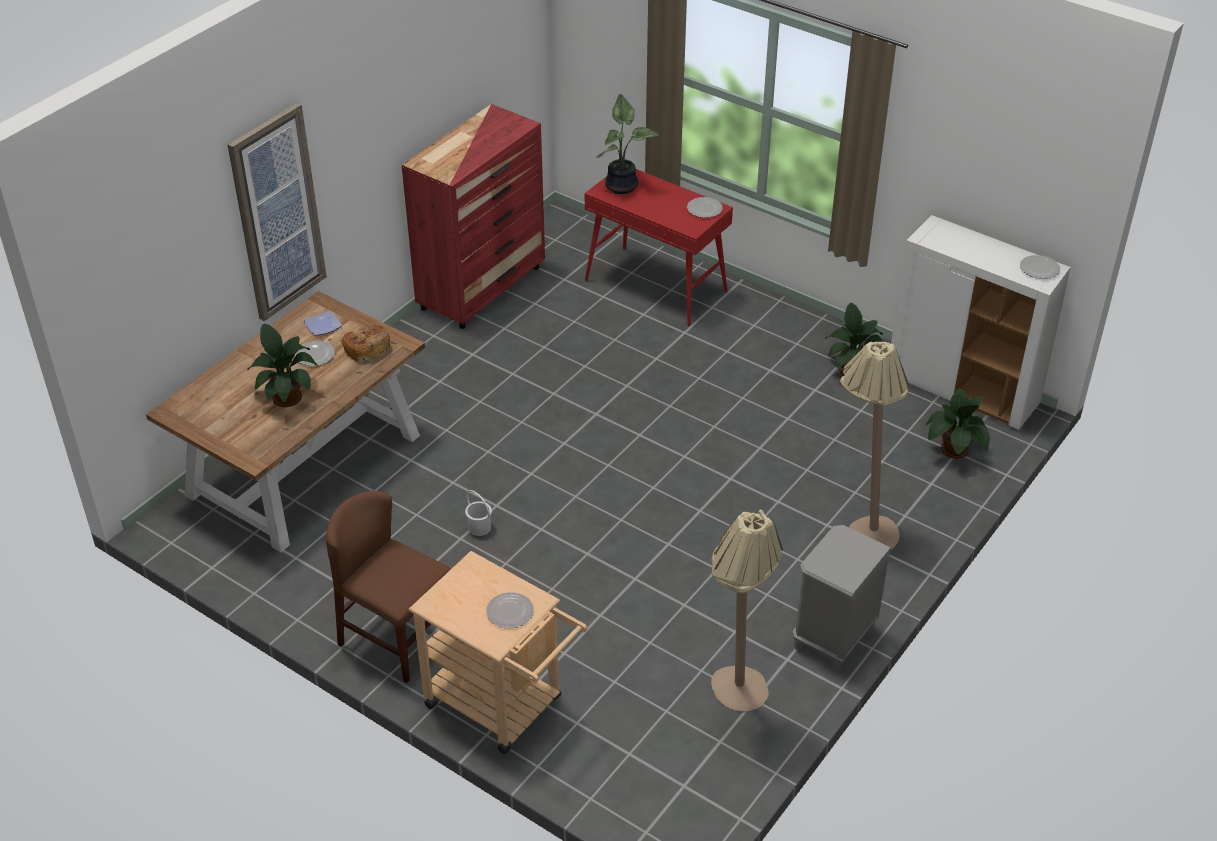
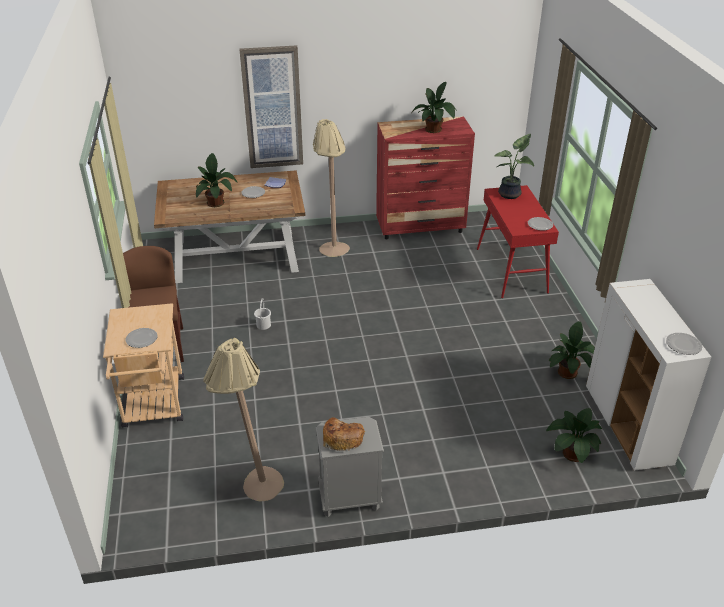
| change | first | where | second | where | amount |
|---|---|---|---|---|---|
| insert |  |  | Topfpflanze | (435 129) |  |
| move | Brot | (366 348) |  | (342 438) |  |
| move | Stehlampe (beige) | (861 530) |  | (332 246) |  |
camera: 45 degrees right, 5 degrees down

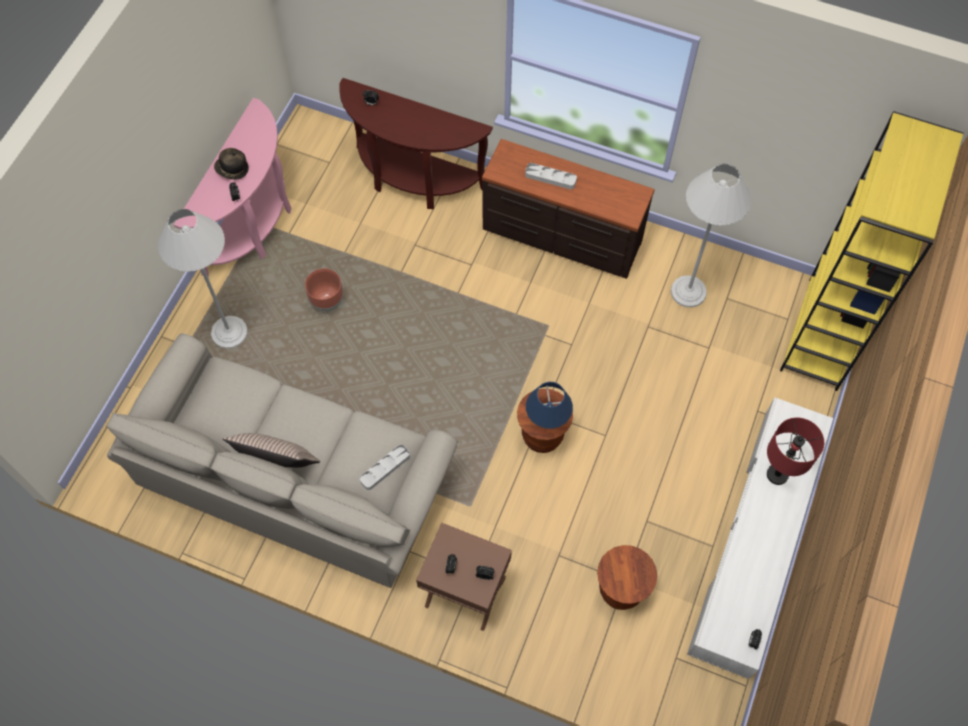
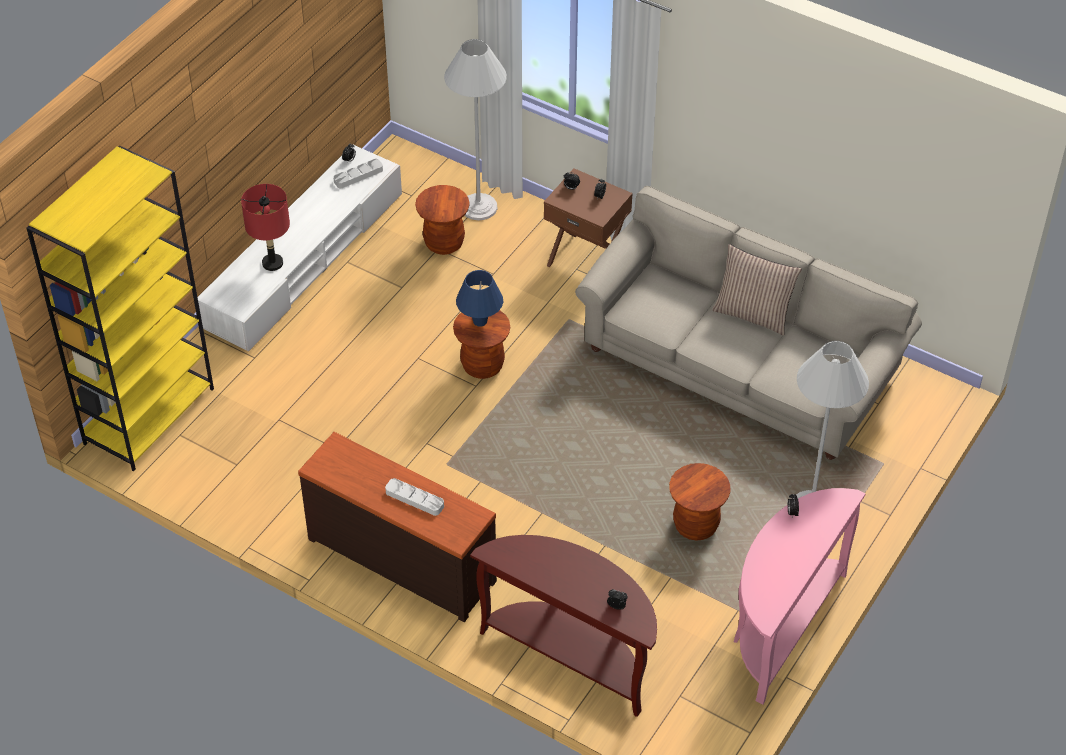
| change | first | where | second | where | amount |
|---|---|---|---|---|---|
| delete | Hut | (232 170) |  |  |  |
| move | Tablett (grau) | (385 468) |  | (358 176) |  |
| move | Stehlampe (weiß) | (688 291) |  | (479 207) |  |
| replace | Pflanzkübel (braun) | (327 301) | Hocker (braun) | (695 525) |  |
camera: 170 degrees left, 15 degrees down

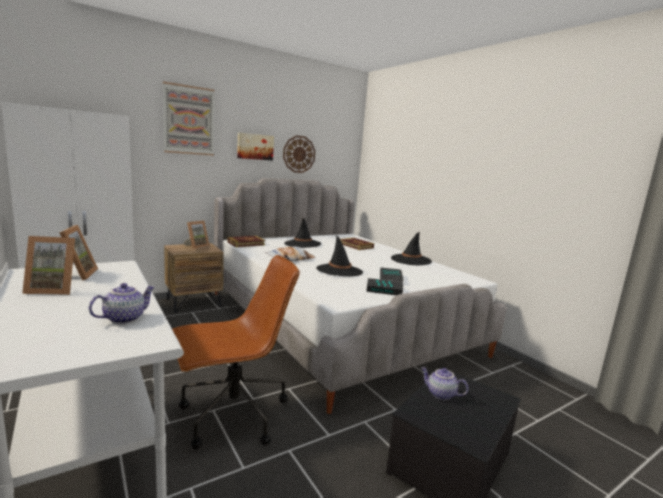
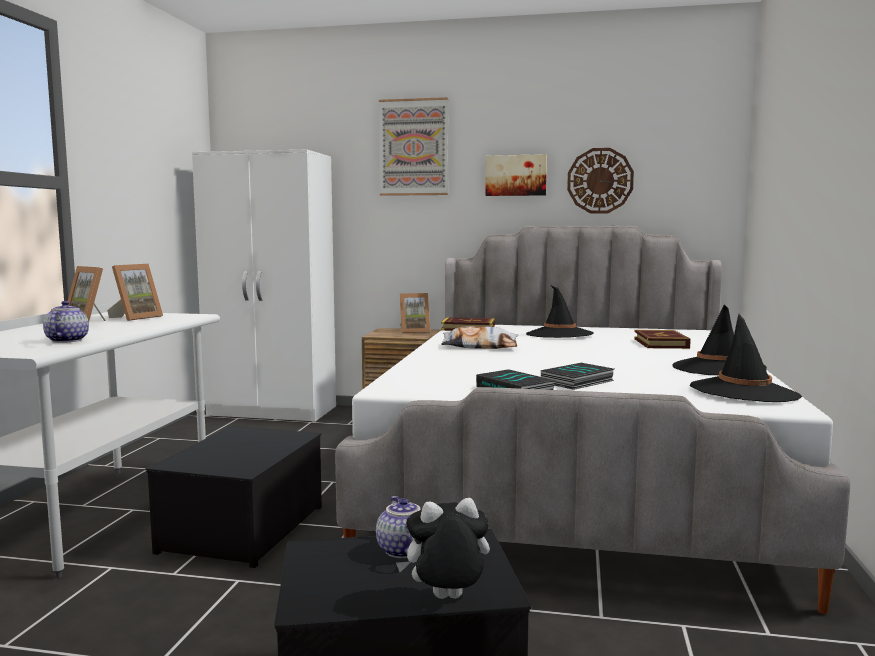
| change | first | where | second | where | amount |
|---|---|---|---|---|---|
| insert |  |  | Plüschtier | (446 600) |  |
| move | Hut (schwarz) | (339 270) |  | (744 392) |  |
| replace | Bürostuhl (braun) | (232 416) | Aufbewahrungsbox | (244 529) |  |
| rotate | Teekanne | (124 318) |  | (66 340) | 90 degrees counterclockwise |
camera: 45 degrees right, 5 degrees down

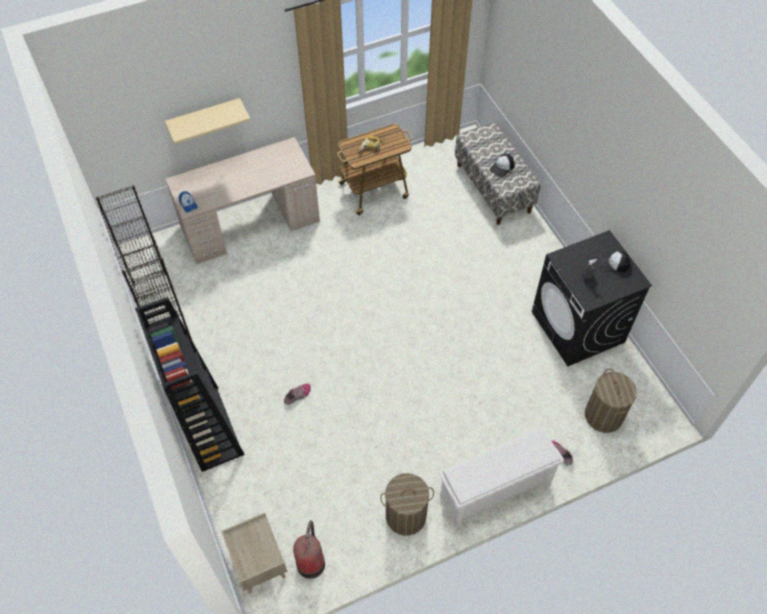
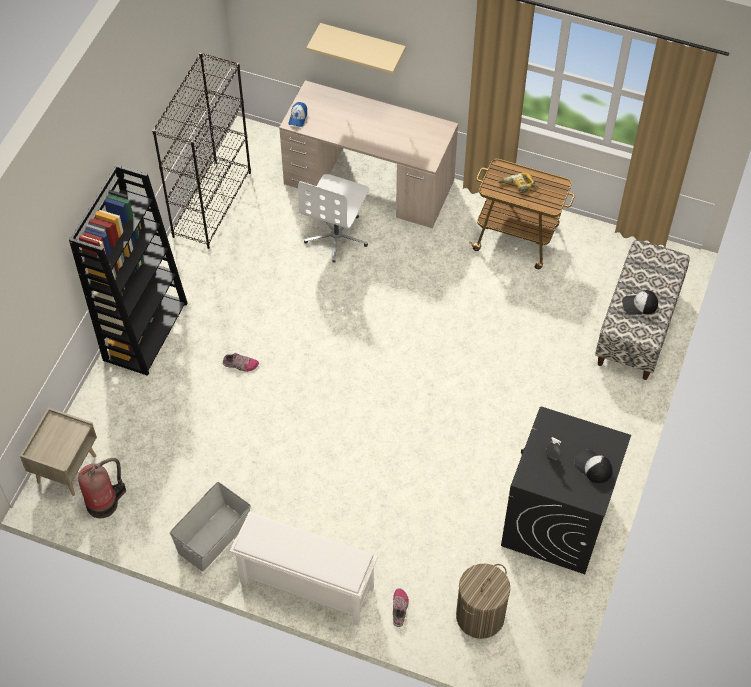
| change | first | where | second | where | amount |
|---|---|---|---|---|---|
| insert |  |  | Bürostuhl (weiß) | (337 236) |  |
| replace | Wäschekorb | (405 516) | Aufbewahrungsbox (grau) | (213 537) |  |
camera: 45 degrees right, 0 degrees up

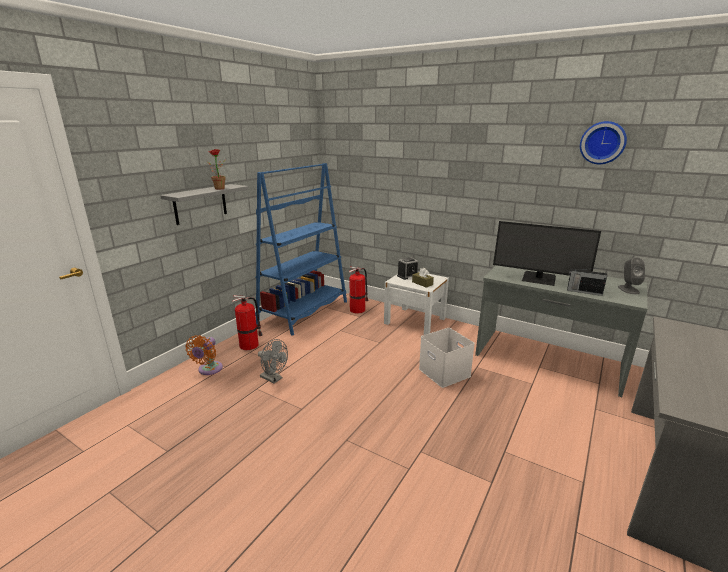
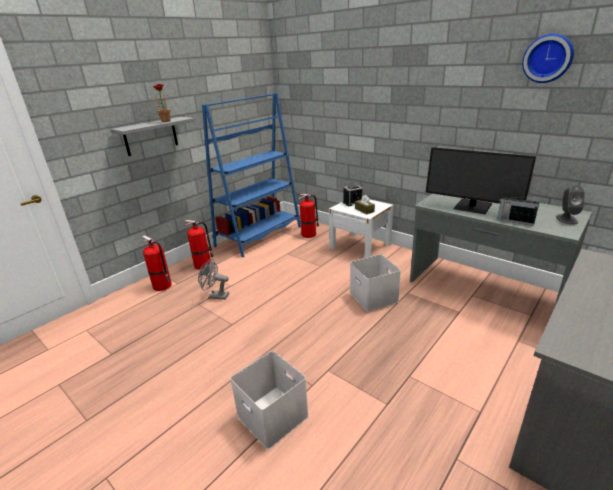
| change | first | where | second | where | amount |
|---|---|---|---|---|---|
| insert |  |  | Aufbewahrungsbox (weiß) | (271 416) |  |
| replace | Ventilator (orange) | (209 370) | Feuerlöscher | (163 286) |  |
| rotate | Ventilator (grau) | (274 379) |  | (215 296) | 150 degrees clockwise |
camera: 10 degrees right, 5 degrees up

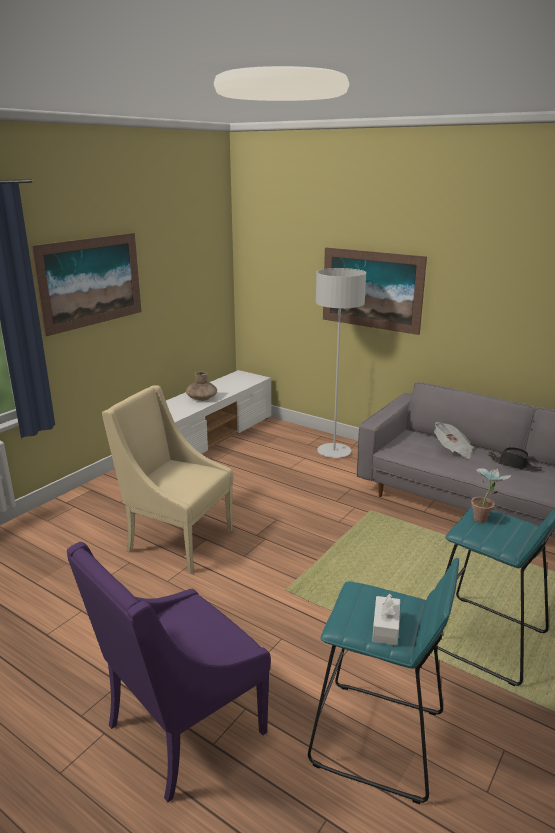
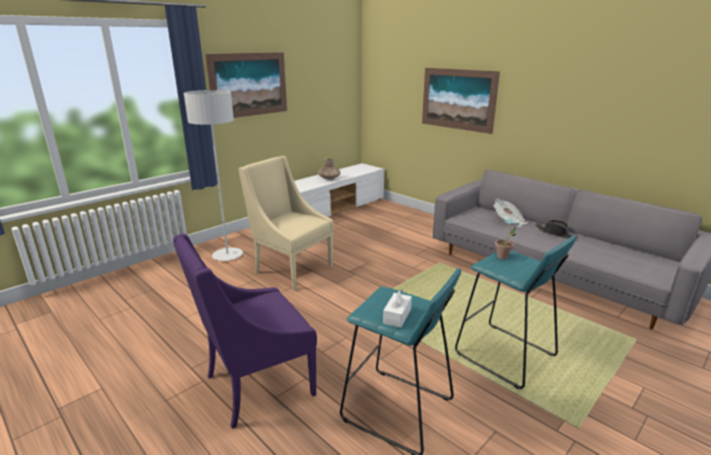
| change | first | where | second | where | amount |
|---|---|---|---|---|---|
| move | Stehlampe (grau) | (334 452) |  | (227 255) |  |
camera: 10 degrees right, 0 degrees up

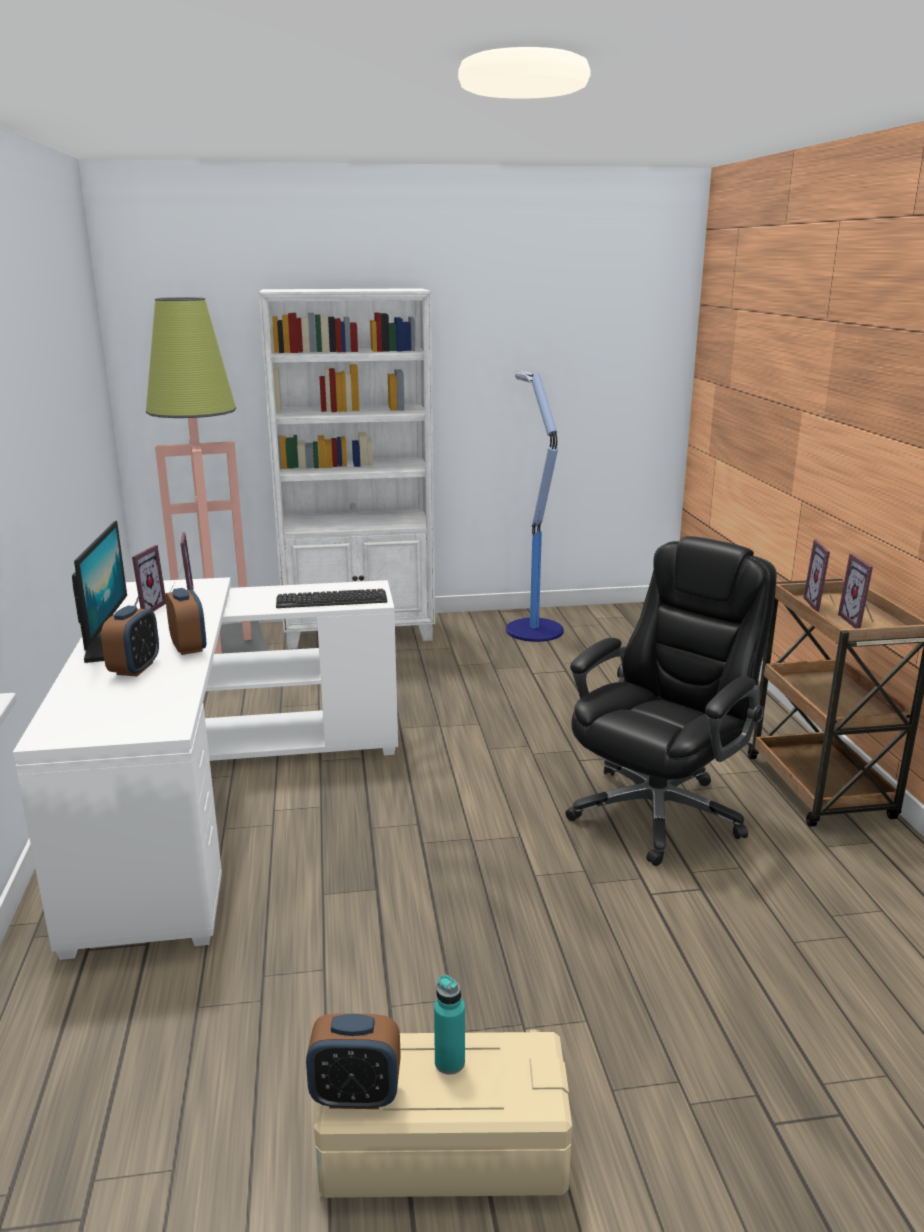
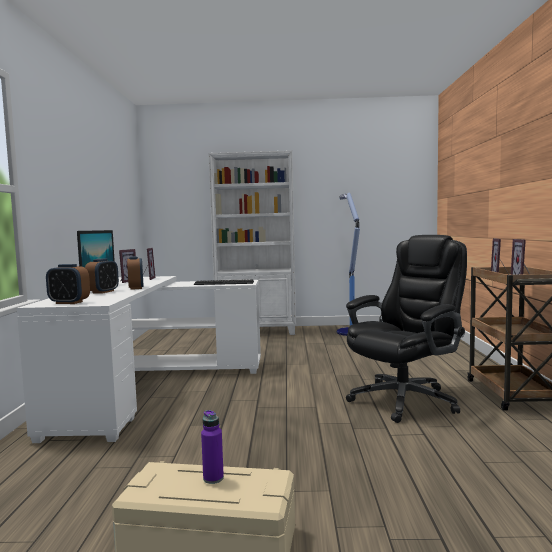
| change | first | where | second | where | amount |
|---|---|---|---|---|---|
| delete | Stehlampe | (217 646) |  |  |  |
| move | Wecker | (356 1095) |  | (69 302) |  |
| recolor | Flasche (türkis) | (449 1062) | Flasche (lila) | (213 478) |  |
camera: 10 degrees right, 15 degrees down

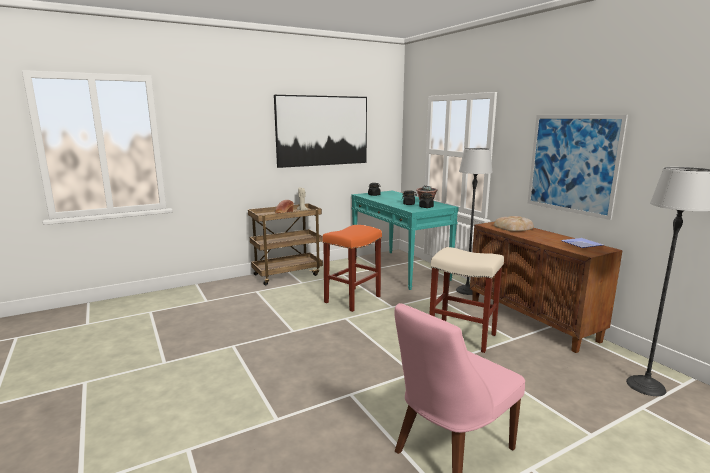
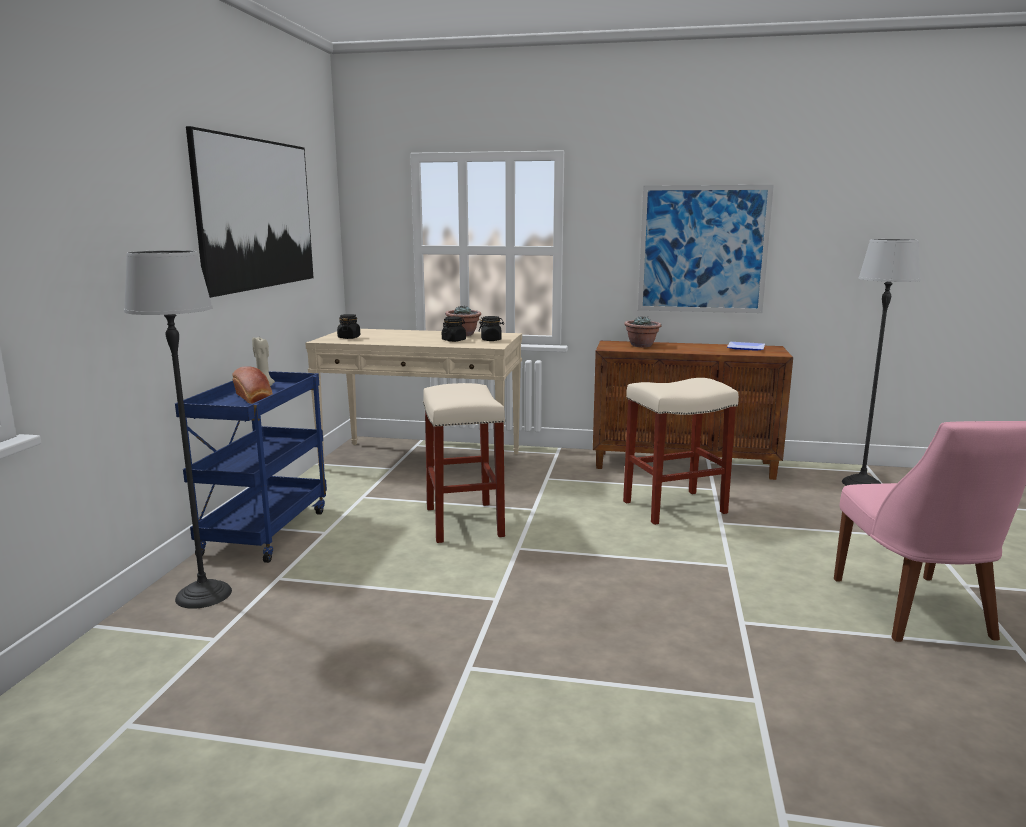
| change | first | where | second | where | amount |
|---|---|---|---|---|---|
| move | Stehlampe | (467 290) |  | (204 594) |  |
| replace | Brot | (514 227) | Topfpflanze | (642 345) |  |
| recolor | Rollwagen (braun) | (287 274) | Rollwagen (blau) | (265 531) |  |
| recolor | Hocker (orange) | (352 299) | Hocker (beige) | (465 522) |  |
| recolor | Konsolentisch (türkis) | (399 269) | Konsolentisch (beige) | (423 461) |  |
camera: 50 degrees left, 0 degrees up

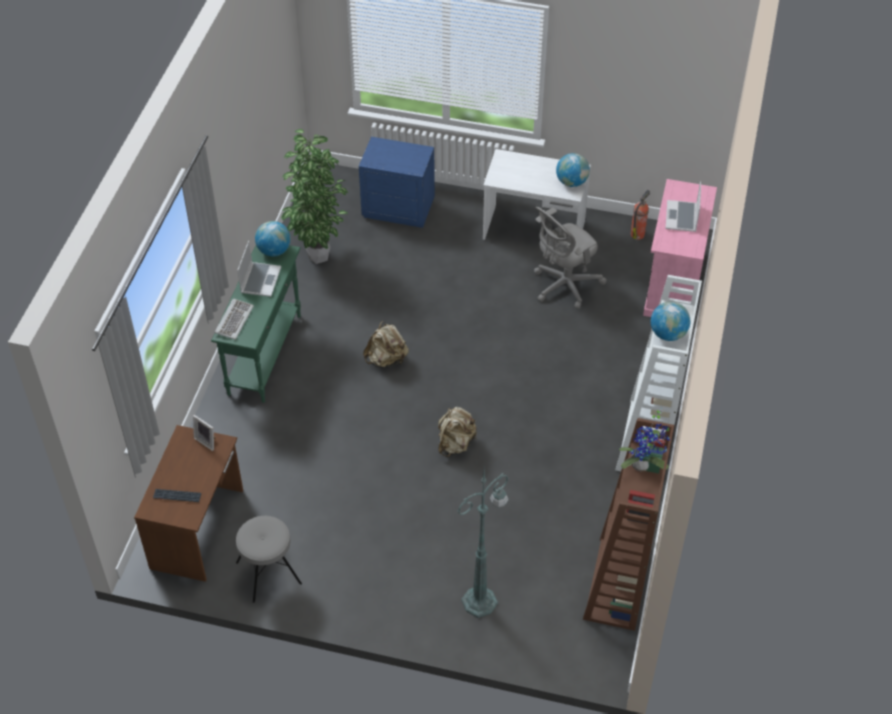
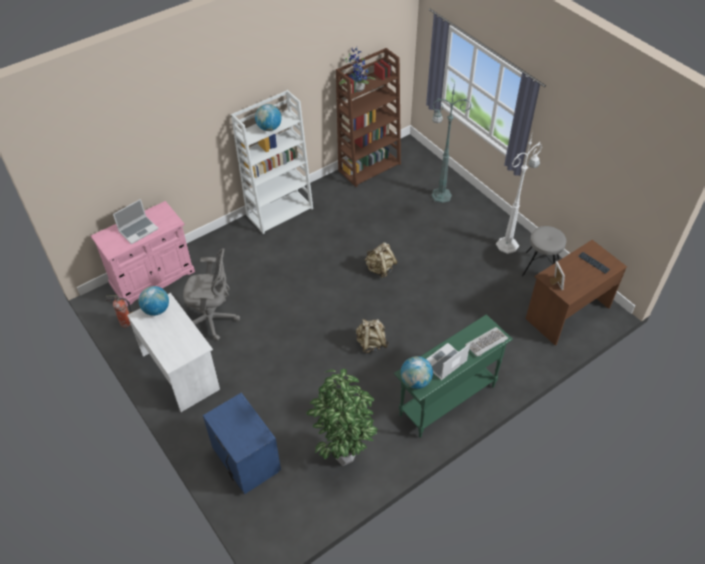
| change | first | where | second | where | amount |
|---|---|---|---|---|---|
| insert |  |  | Stehlampe (weiß) | (508 244) |  |
camera: 140 degrees left, 0 degrees up

